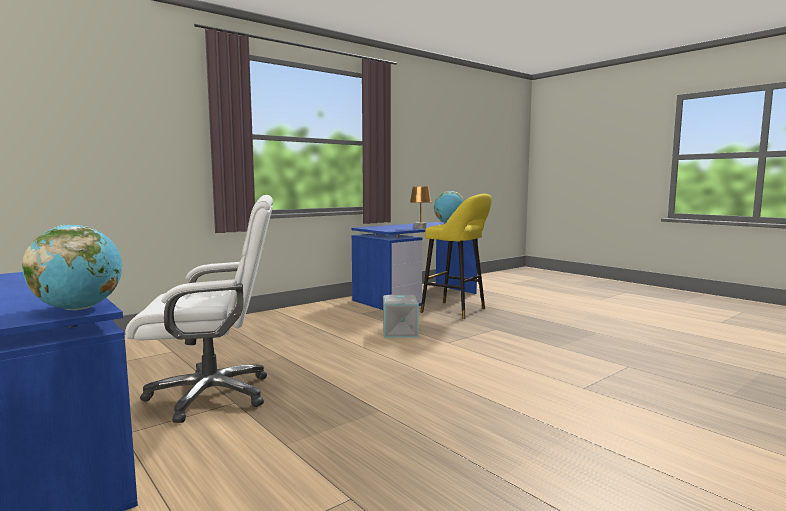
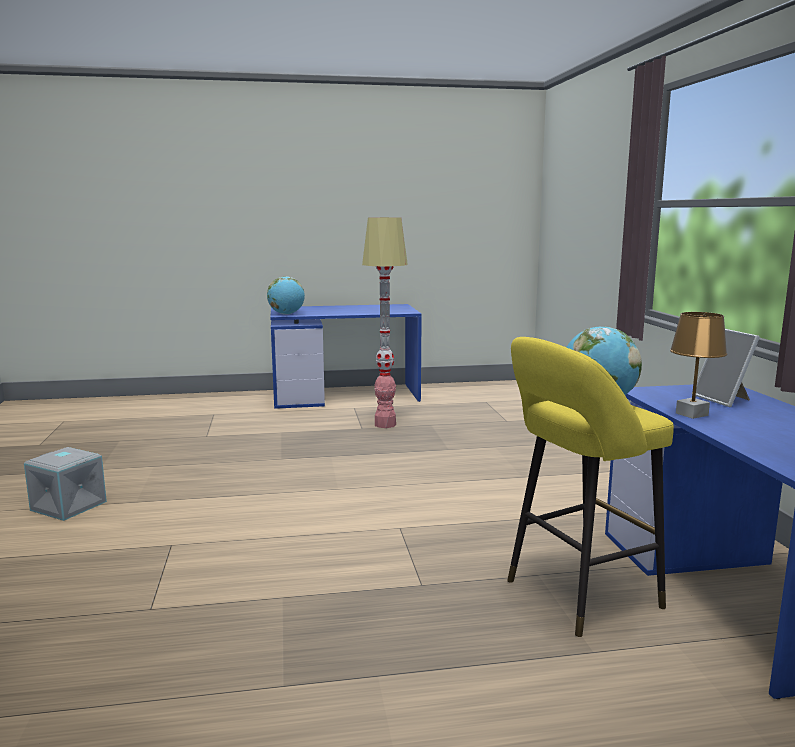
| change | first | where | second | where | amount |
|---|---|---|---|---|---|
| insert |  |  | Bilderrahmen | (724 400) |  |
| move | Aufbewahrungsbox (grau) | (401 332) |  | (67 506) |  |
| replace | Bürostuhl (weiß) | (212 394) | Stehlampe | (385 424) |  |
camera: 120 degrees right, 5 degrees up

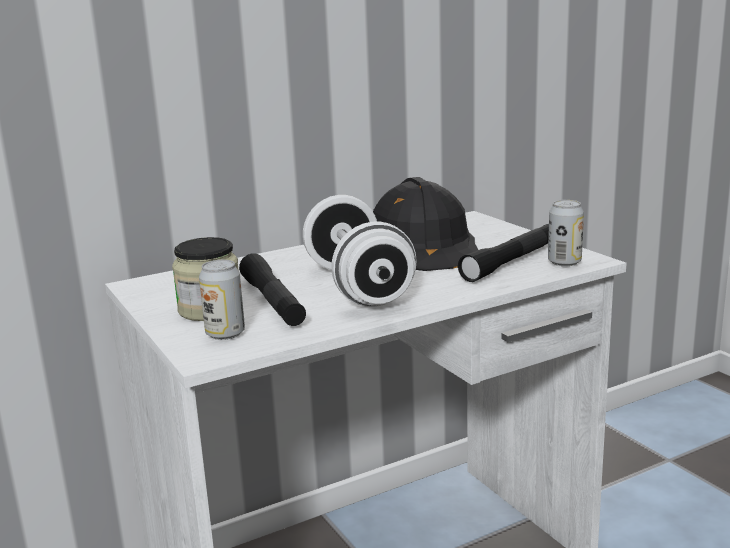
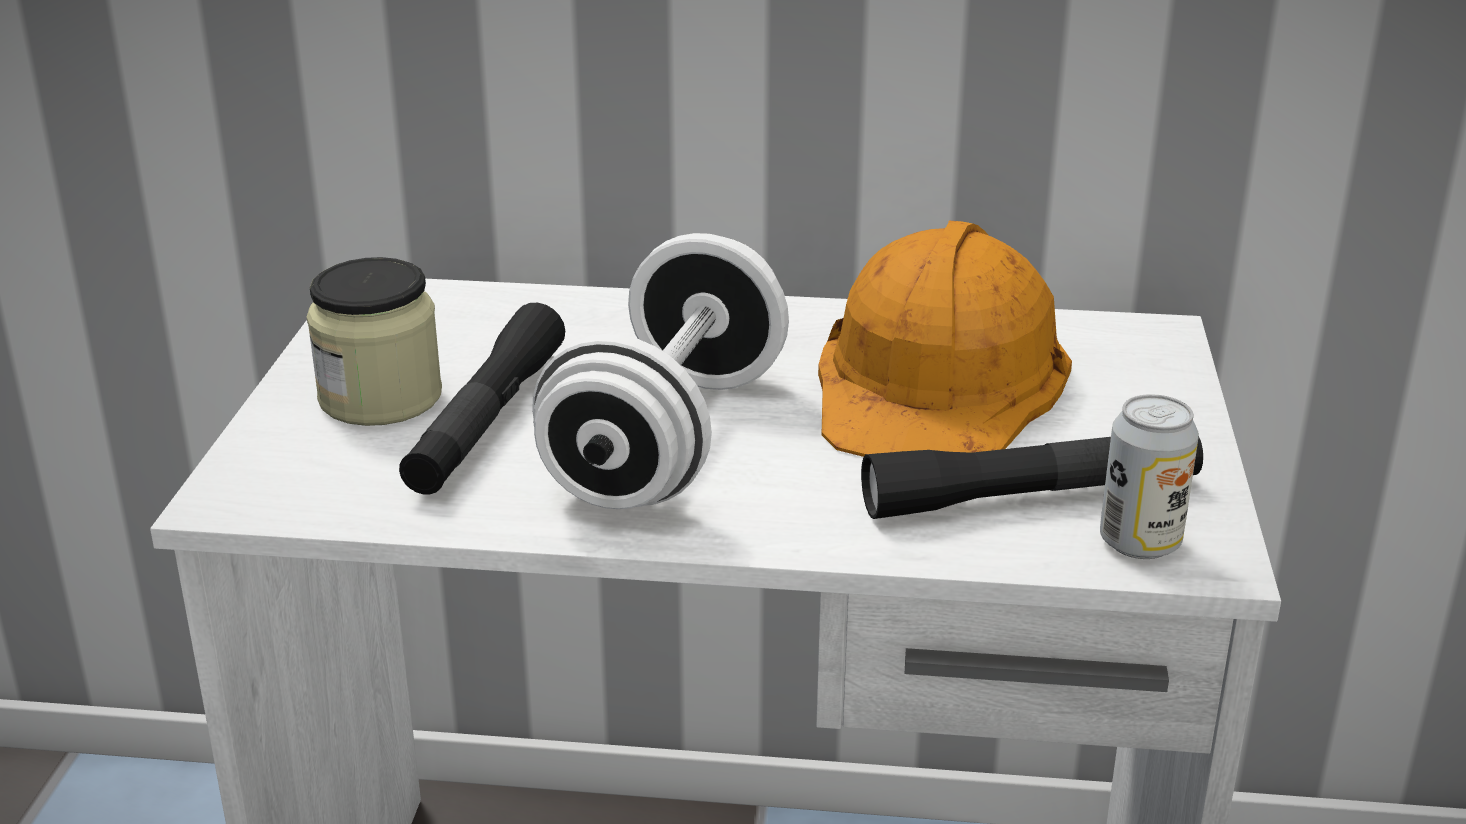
| change | first | where | second | where | amount |
|---|---|---|---|---|---|
| delete | Dose | (225 334) |  |  |  |
| recolor | Schutzhelm (schwarz) | (424 246) | Schutzhelm (orange) | (939 382) |  |
camera: 35 degrees right, 10 degrees up

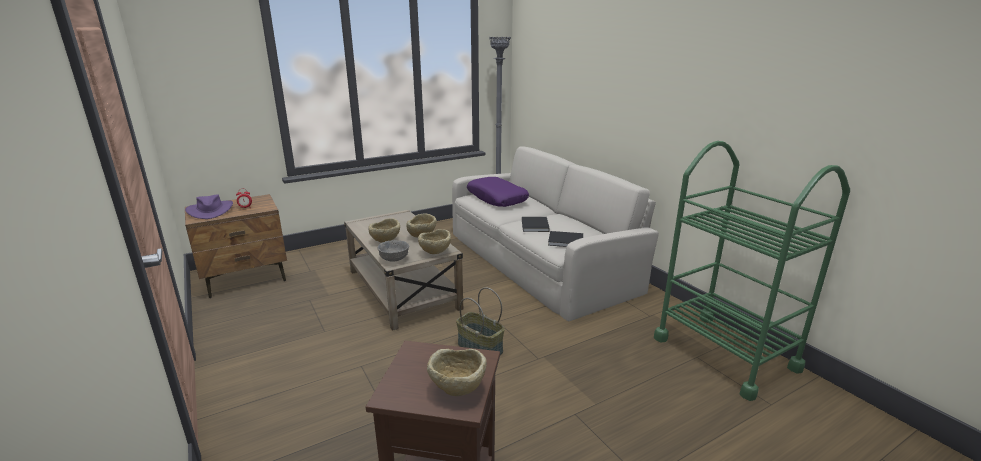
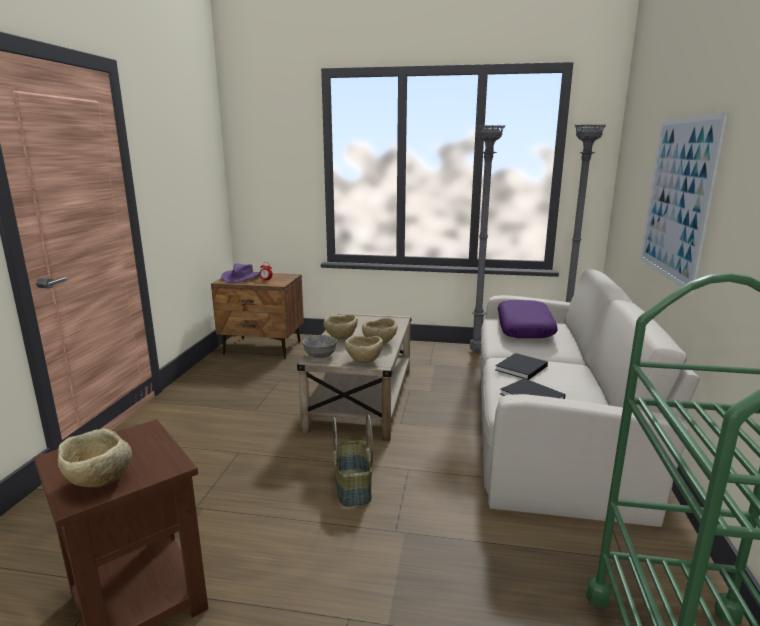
| change | first | where | second | where | amount |
|---|---|---|---|---|---|
| insert |  |  | Stehlampe (grau) | (477 351) |  |
| insert |  |  | Bild | (677 199) |  |
camera: 40 degrees right, 5 degrees down

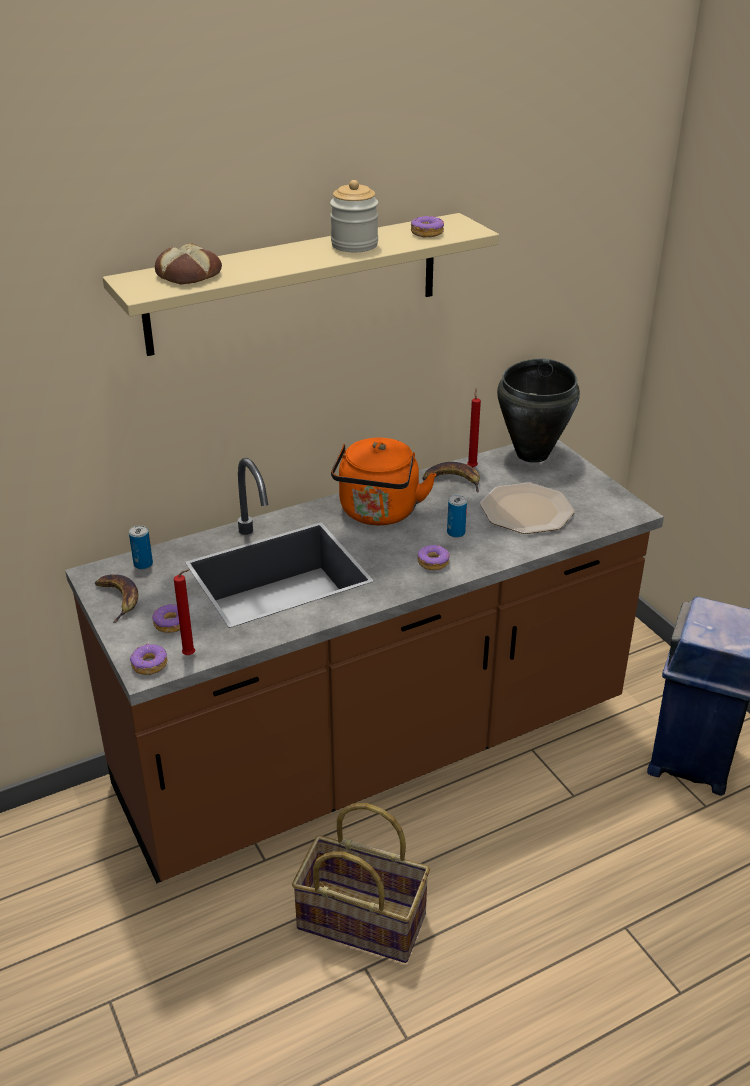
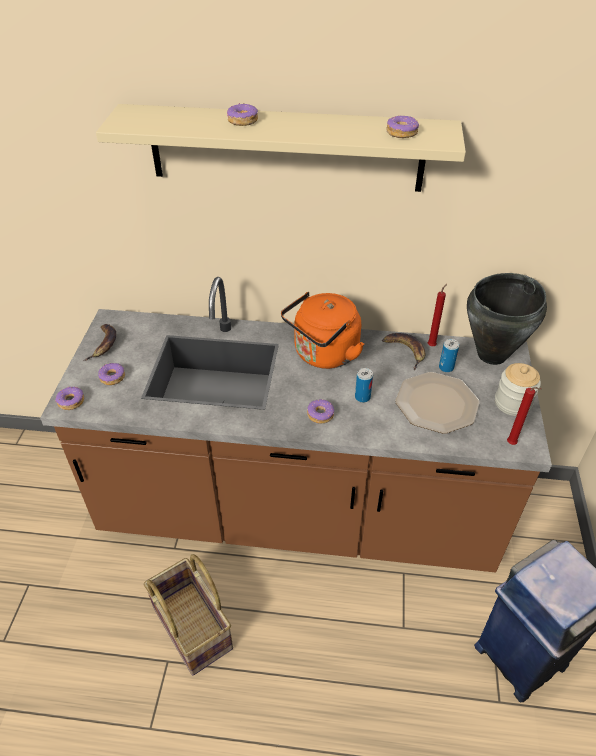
| change | first | where | second | where | amount |
|---|---|---|---|---|---|
| delete | Brot | (189 275) |  |  |  |
| insert |  |  | Donut | (242 121) |  |
| move | Dose | (143 564) |  | (446 367) |  |
| move | Kerze (rot) | (191 655) |  | (512 444) |  |
| move | Vorratsglas | (354 245) |  | (512 403) |  |
camera: 35 degrees right, 10 degrees up

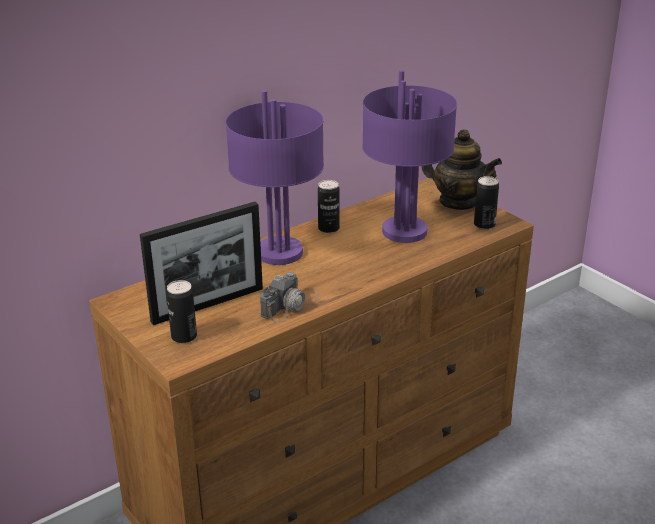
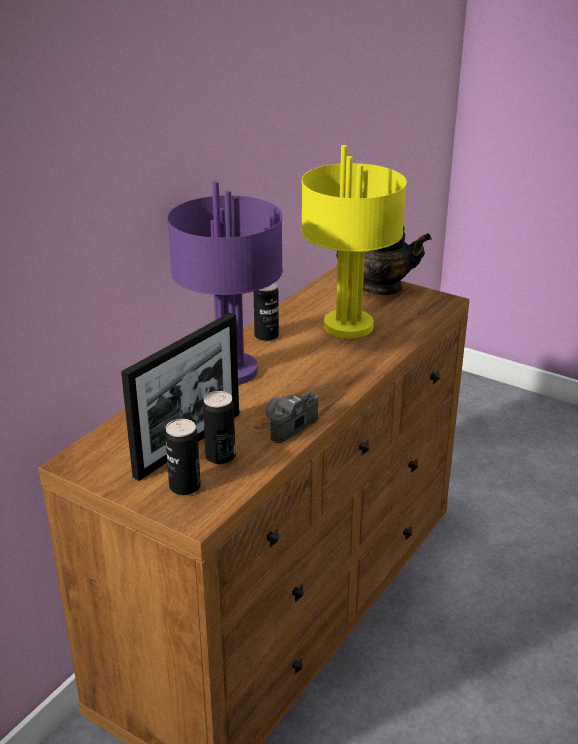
| change | first | where | second | where | amount |
|---|---|---|---|---|---|
| move | Dose | (484 224) |  | (220 456) |  |
| recolor | Tischlampe (lila) | (405 231) | Tischlampe (gelb) | (349 325) |  |
| rotate | Kamera | (290 305) |  | (282 426) | 150 degrees counterclockwise |
camera: 20 degrees left, 0 degrees up

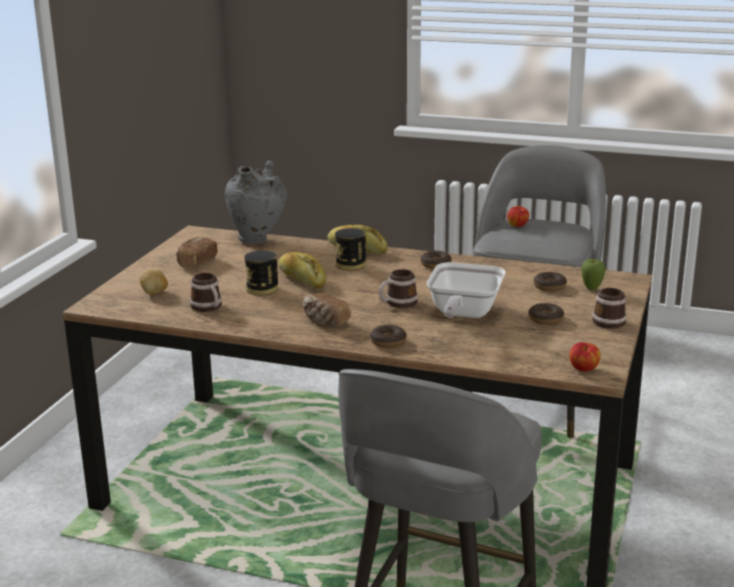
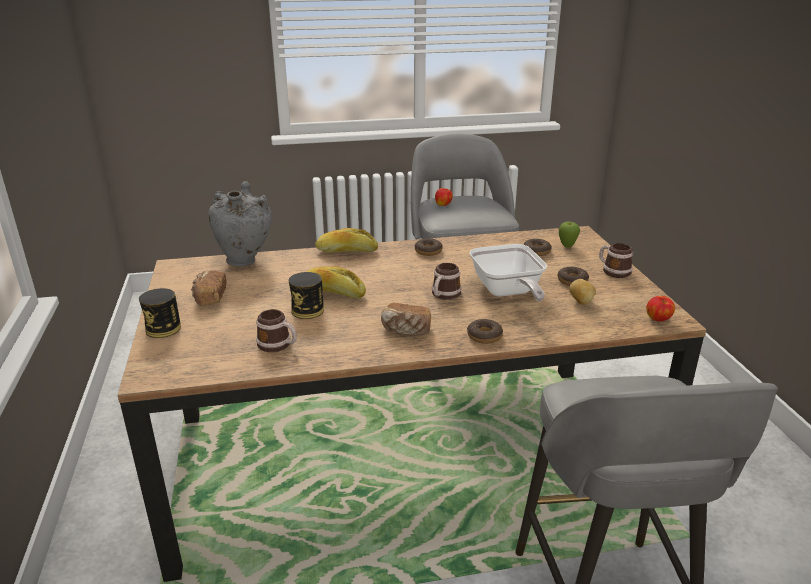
| change | first | where | second | where | amount |
|---|---|---|---|---|---|
| move | Kartoffel | (155 293) |  | (581 302) |  |
| move | Dose | (350 264) |  | (163 329) |  |
camera: 30 degrees left, 5 degrees up

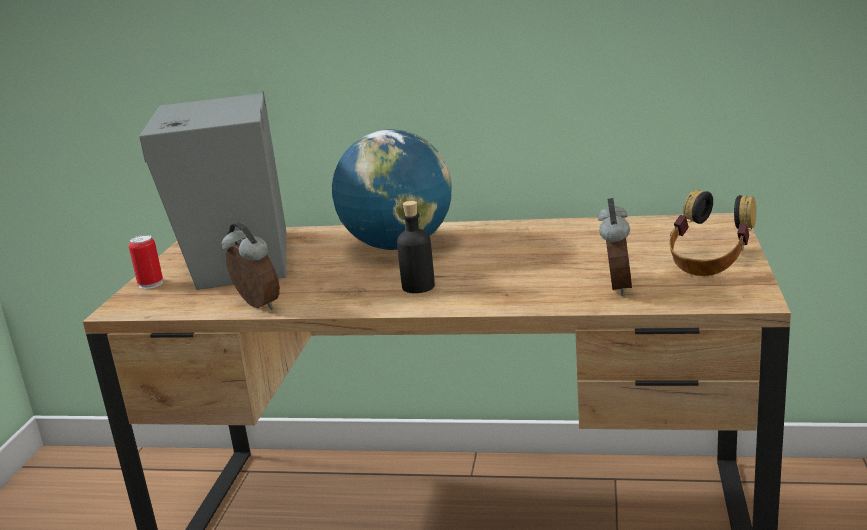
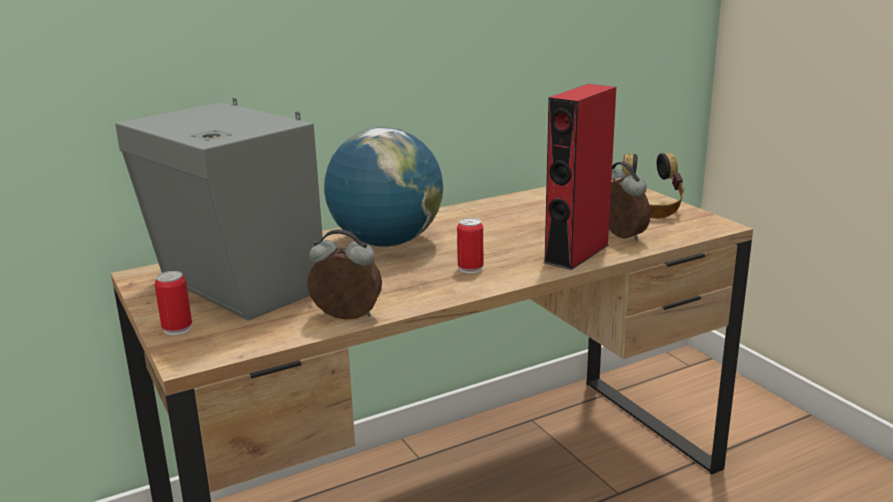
| change | first | where | second | where | amount |
|---|---|---|---|---|---|
| insert |  |  | Lautsprecher (rot) | (576 253) |  |
| replace | Flasche (schwarz) | (418 286) | Dose | (470 268) |  |
camera: 40 degrees left, 0 degrees up

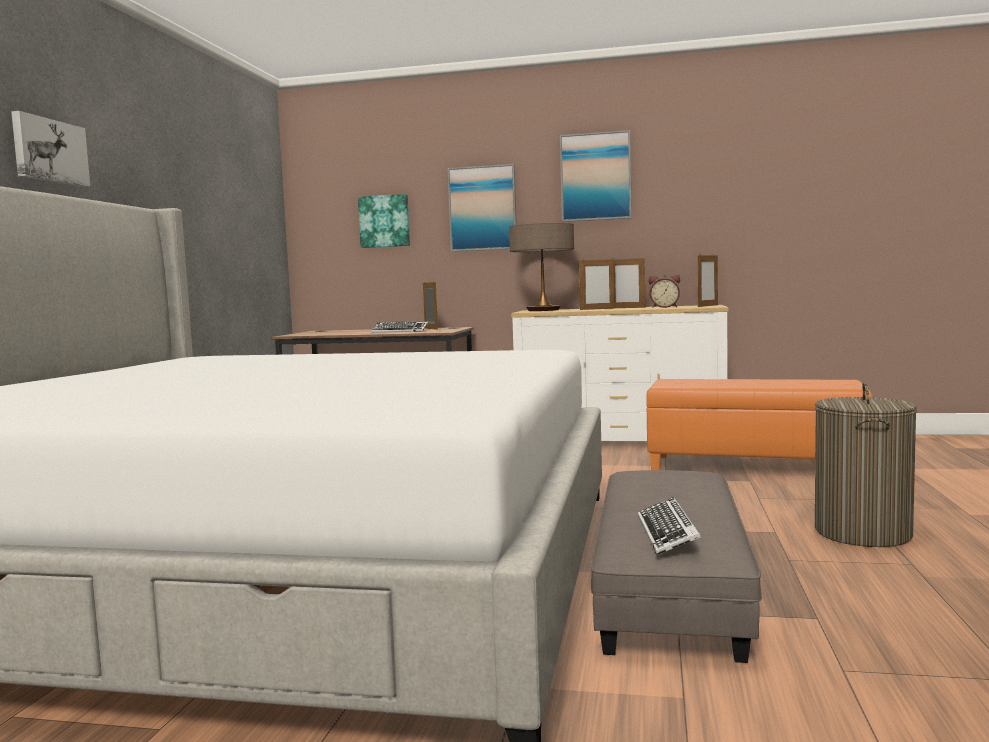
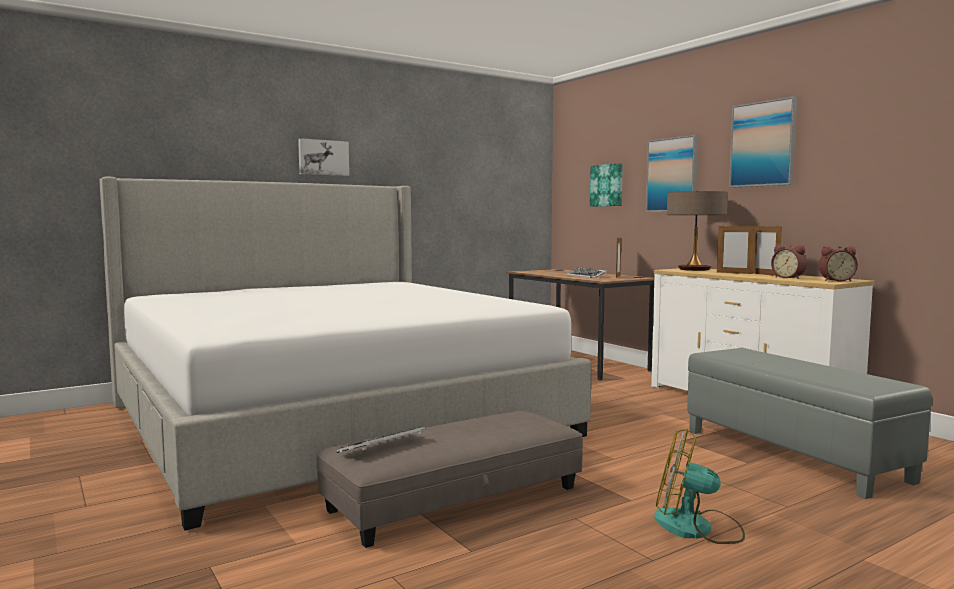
| change | first | where | second | where | amount |
|---|---|---|---|---|---|
| replace | Bilderrahmen | (707 306) | Wecker | (836 280) |  |
| replace | Wäschekorb | (862 533) | Ventilator | (696 528) |  |
| recolor | Polsterhocker (orange) | (755 467) | Polsterhocker (grau) | (793 455) |  |
camera: 45 degrees right, 0 degrees up

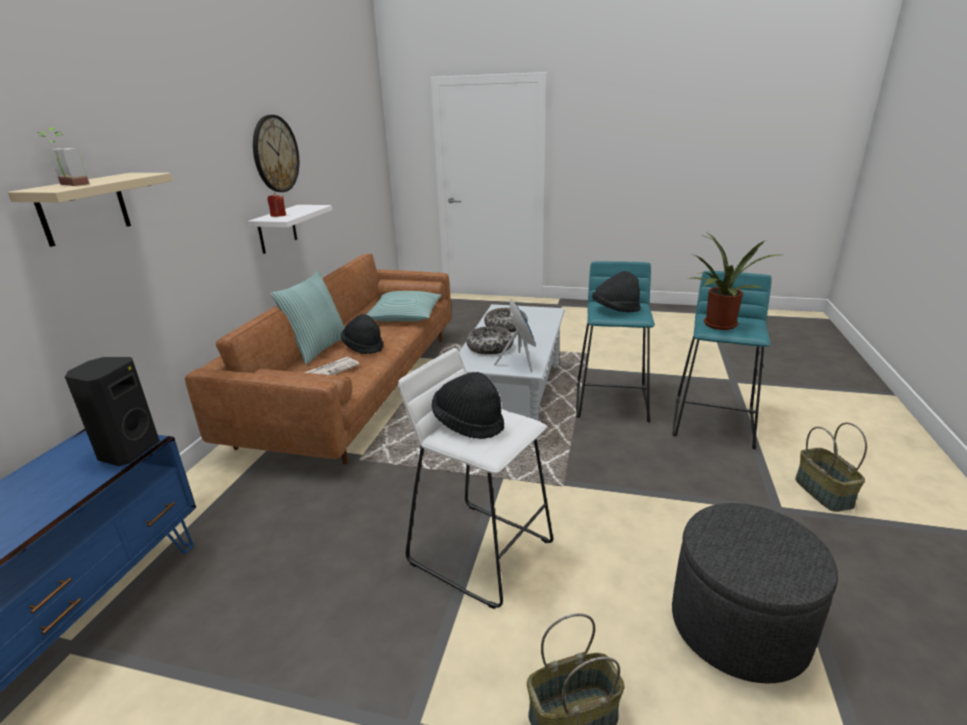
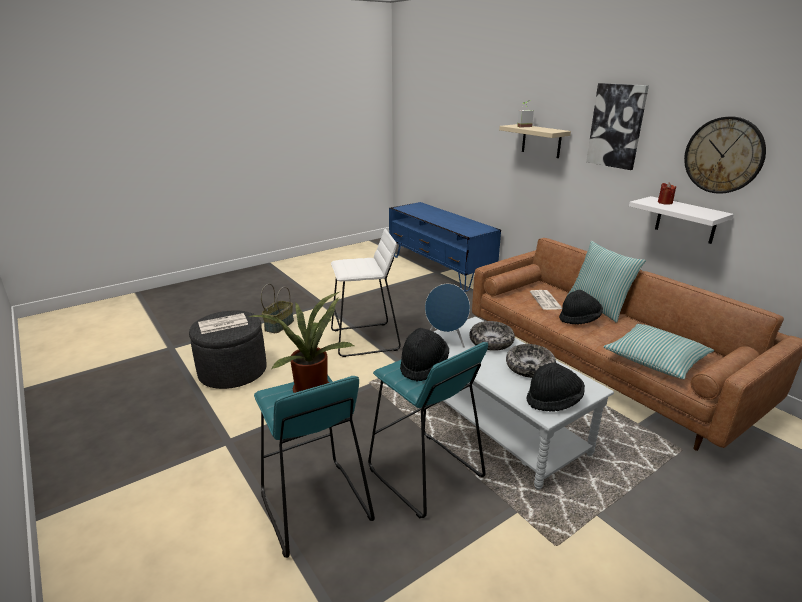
| change | first | where | second | where | amount |
|---|---|---|---|---|---|
| delete | Lautsprecher (schwarz) | (128 451) |  |  |  |
| delete | Korb | (824 492) |  |  |  |
| insert |  |  | Zeitung | (222 324) |  |
| insert |  |  | Bild | (616 126) |  |
| move | Hut (schwarz) | (468 424) |  | (554 401) |  |
camera: 130 degrees right, 0 degrees up

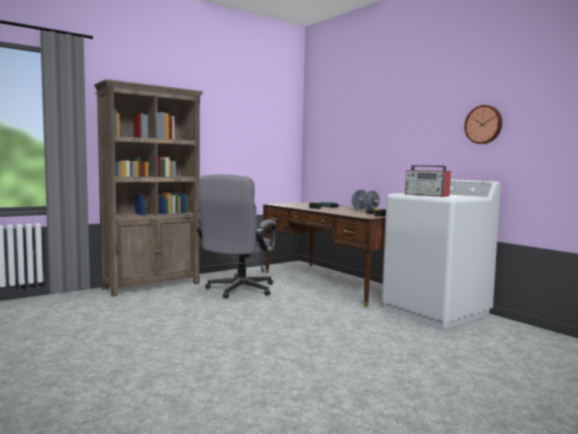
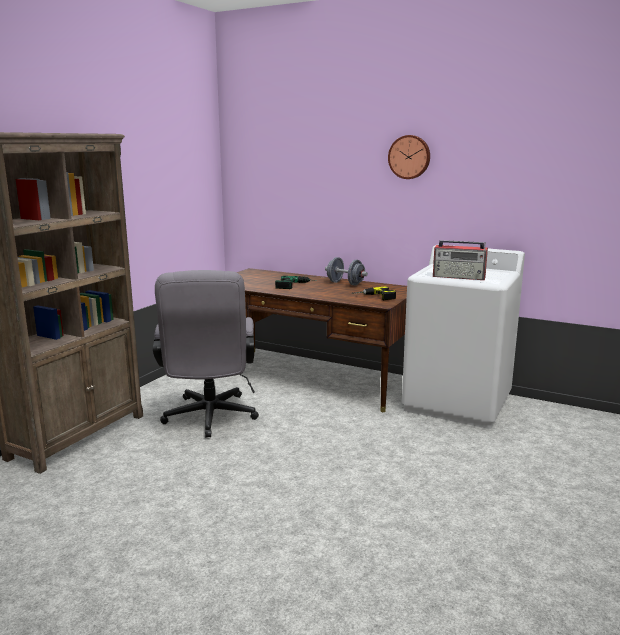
| change | first | where | second | where | amount |
|---|---|---|---|---|---|
| move | Wanduhr | (484 124) |  | (409 157) |  |
camera: 25 degrees left, 10 degrees up

